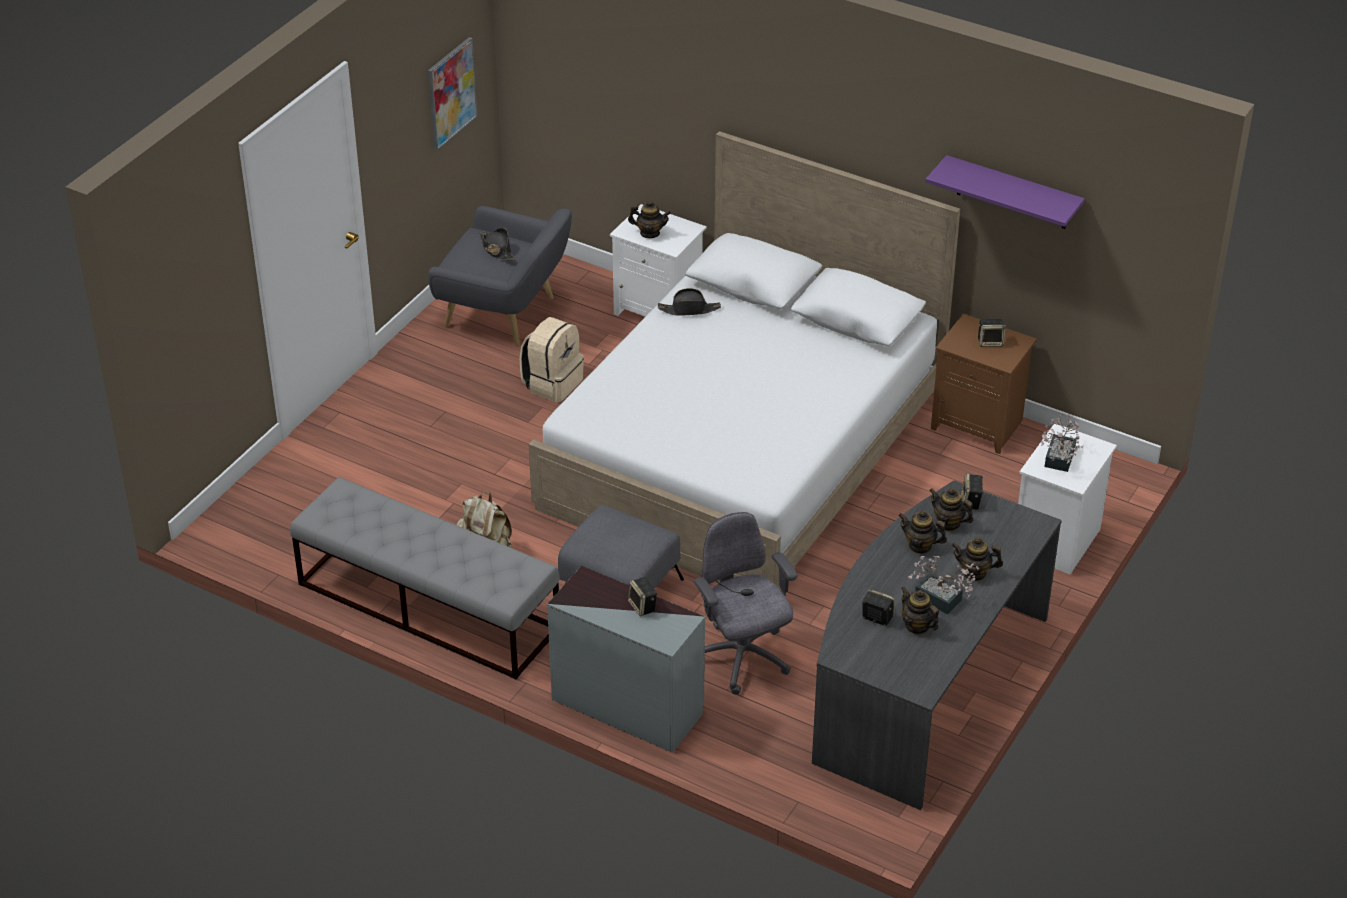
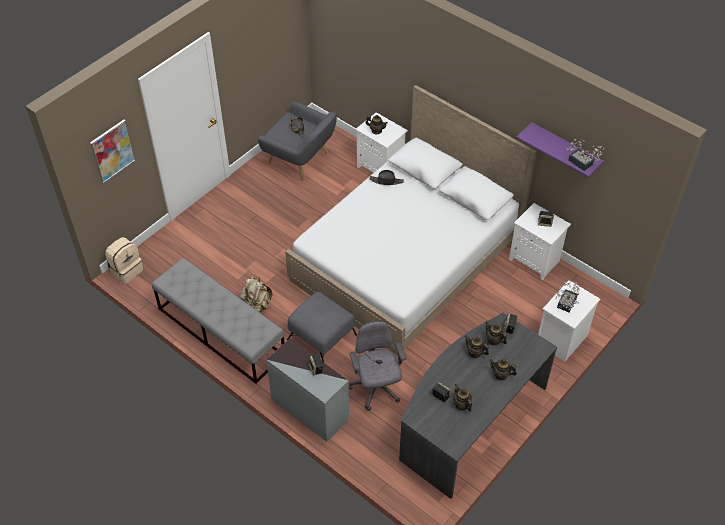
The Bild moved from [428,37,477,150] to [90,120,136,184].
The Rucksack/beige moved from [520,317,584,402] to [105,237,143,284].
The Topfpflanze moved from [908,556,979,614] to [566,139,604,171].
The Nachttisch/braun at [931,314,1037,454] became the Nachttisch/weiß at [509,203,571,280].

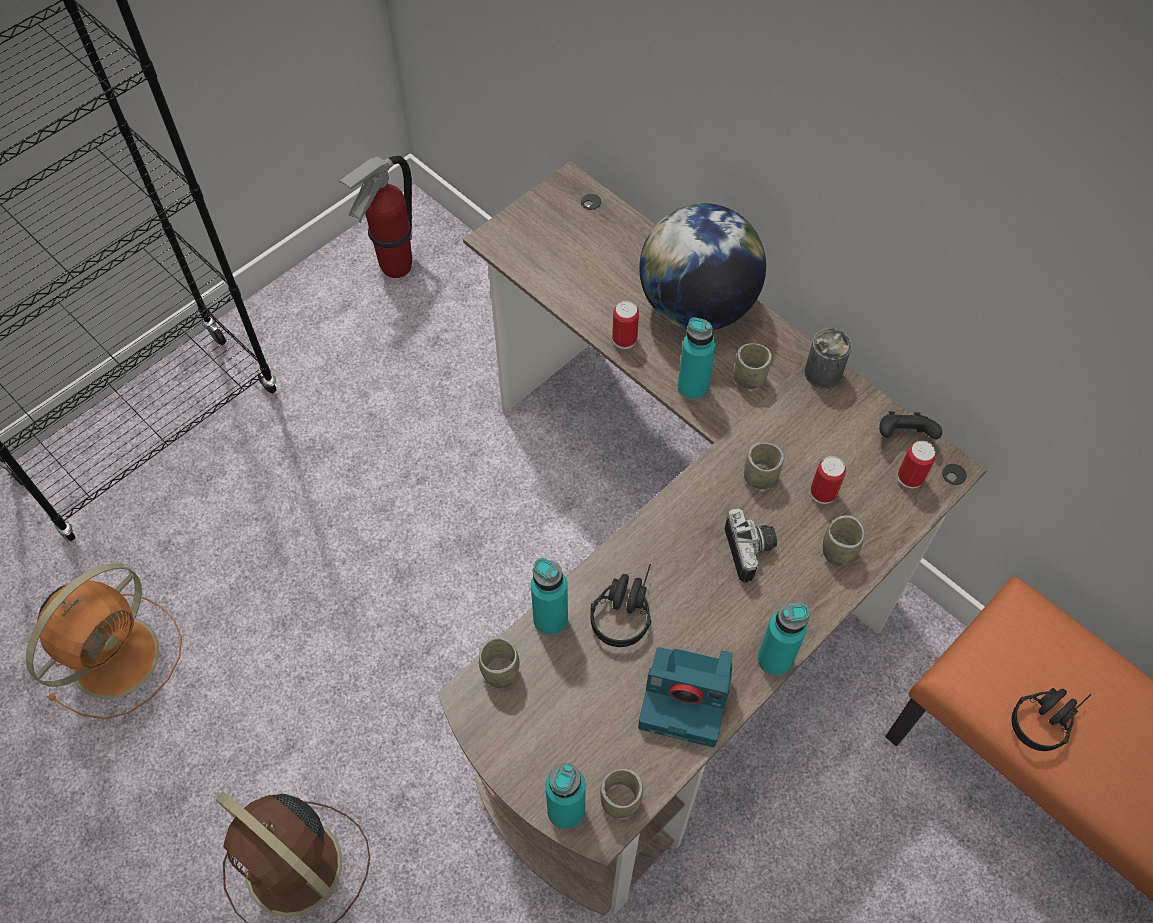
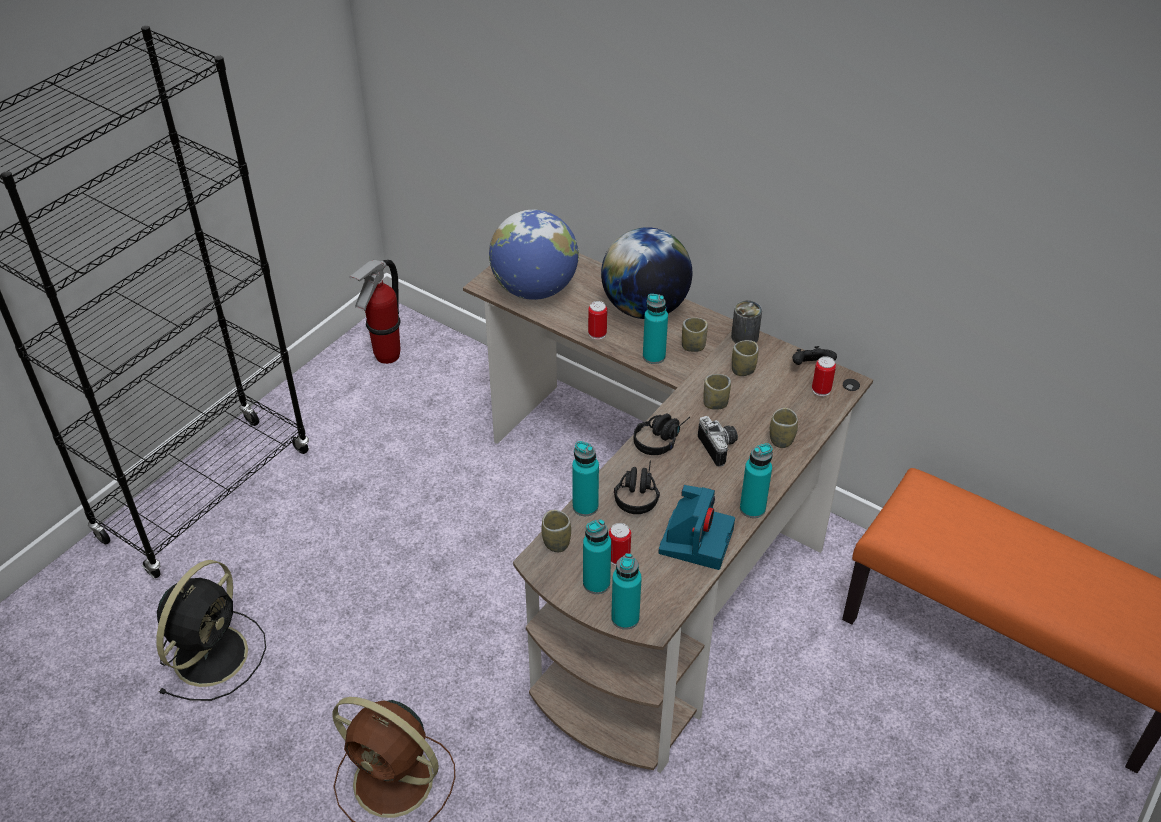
The Globus at [489,209,579,300] appeared.
The Flasche/türkis at [583,519,611,594] appeared.
The Tasse moved from [600,769,643,818] to [732,340,759,376].
The Dose moved from [811,456,846,504] to [609,523,631,566].
The Kopfhörer/schwarz moved from [1011,688,1092,751] to [634,414,690,455].
The Ventilator/orange at [26,563,182,719] became the Ventilator/schwarz at [157,560,266,701].
The Kamera at [638,647,733,747] turned 75 degrees counterclockwise.

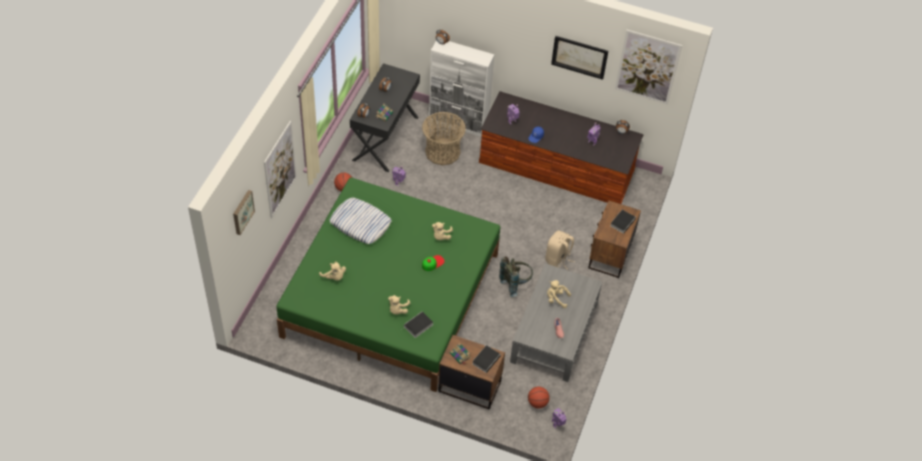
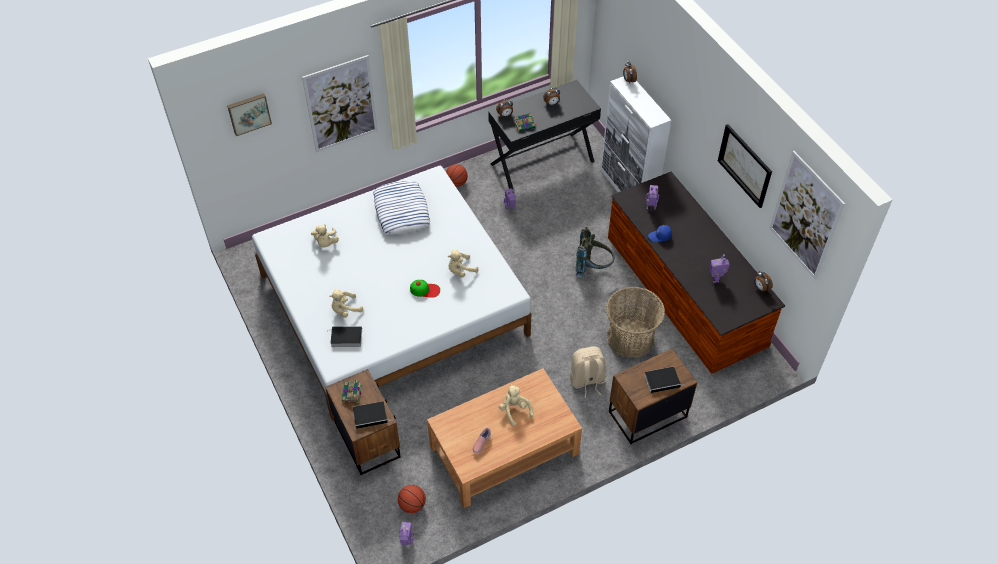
The Korb moved from [422,112,466,166] to [606,287,665,358].
The Rucksack/grau moved from [499,256,533,297] to [575,227,615,278].
The Bett/grün at [276,178,500,392] became the Bett/weiß at [252,166,531,421].
The Couchtisch/grau at [510,263,602,382] became the Couchtisch/braun at [427,368,582,508].

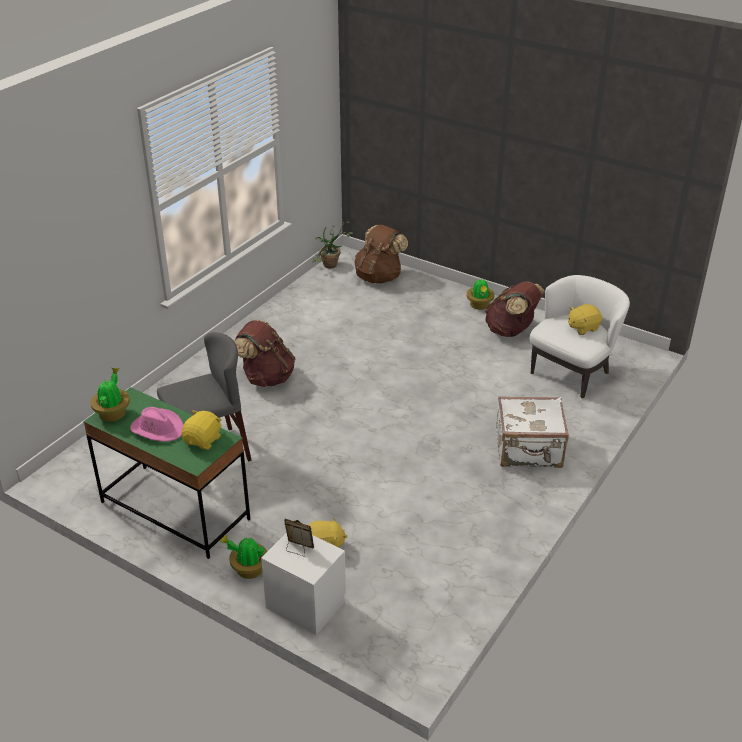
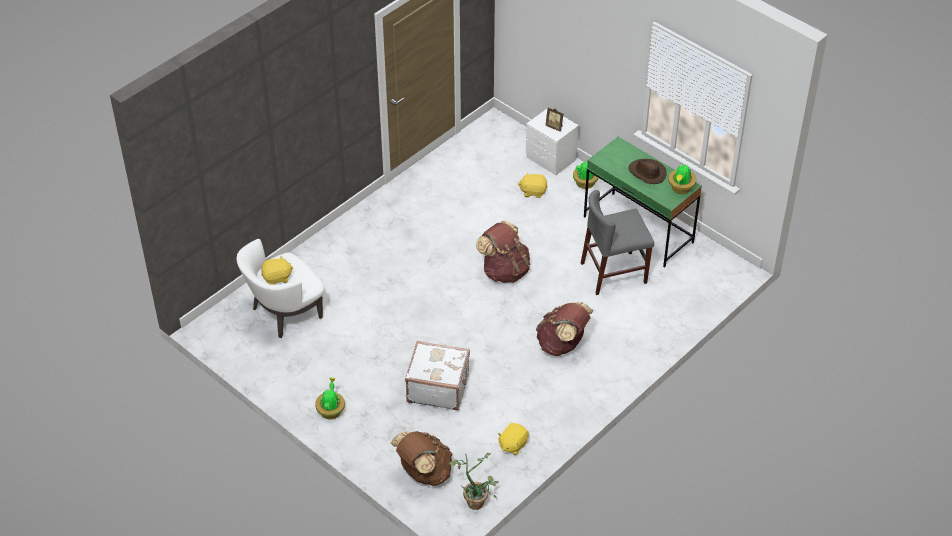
The Plüschtier/gelb moved from [181,410,222,450] to [498,423,529,455].
The Rucksack/braun moved from [485,281,545,337] to [476,221,530,283].
The Koffer/weiß moved from [496,396,569,468] to [405,341,470,410].
The Hut/rosa at [130,407,184,442] became the Hut/braun at [628,159,667,184].

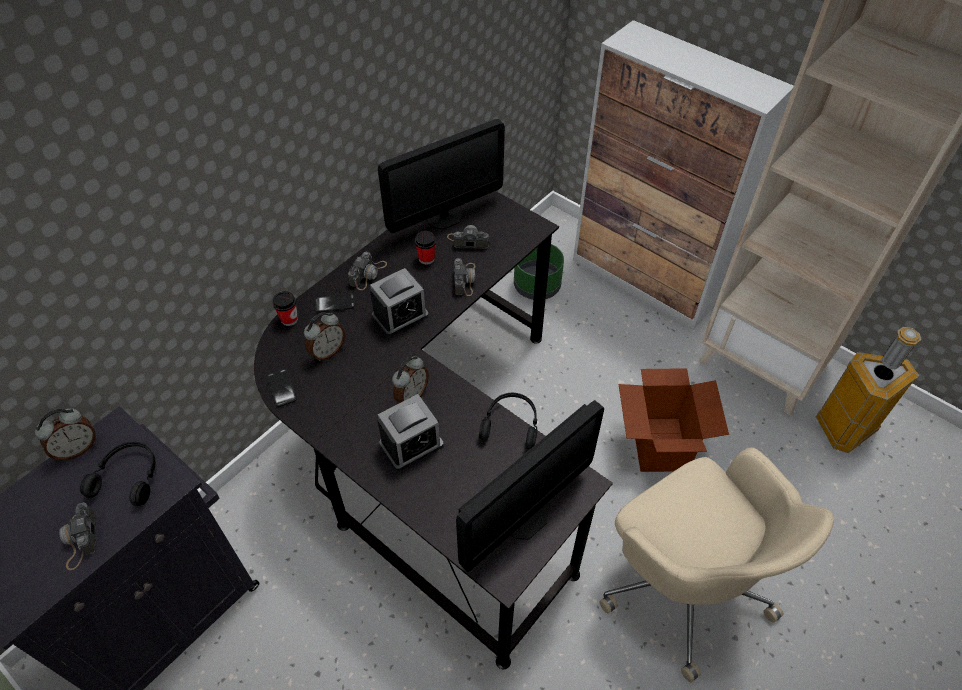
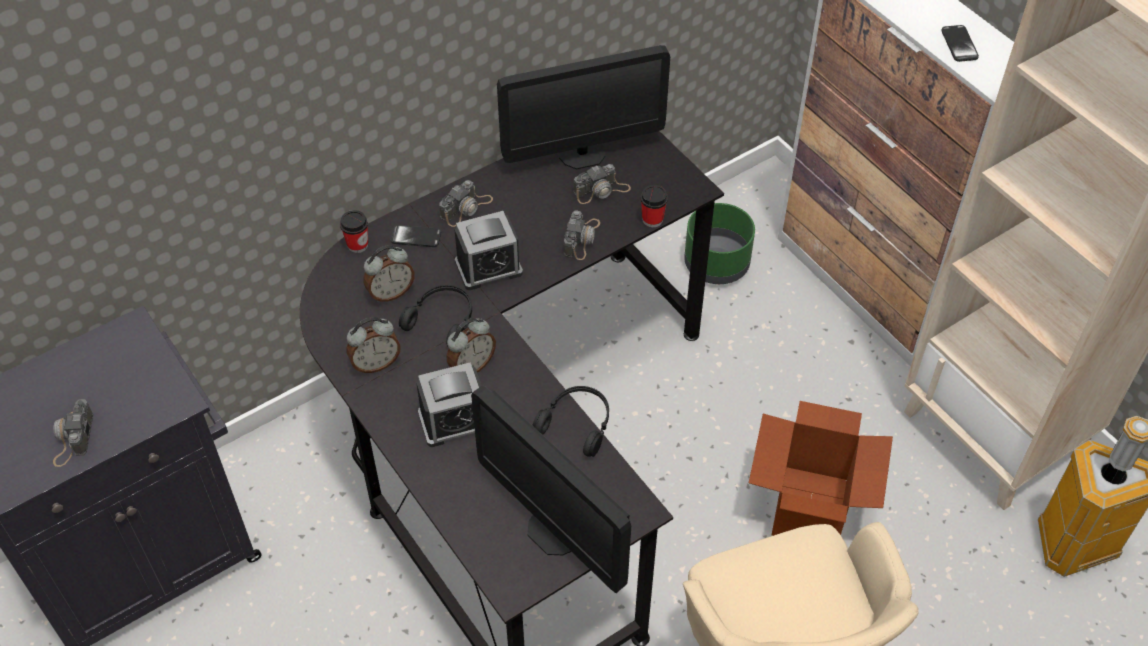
The Wecker moved from [35,408,96,460] to [347,317,400,373].
The Kopfhörer/schwarz moved from [80,442,155,506] to [399,285,472,346].
The Handy moved from [267,369,296,407] to [941,25,979,62].
The Tasse moved from [415,231,436,265] to [640,185,668,227].
The Kamera at [447,225,490,249] turned 135 degrees clockwise.
The Monitor at [456,400,604,572] turned 75 degrees clockwise.

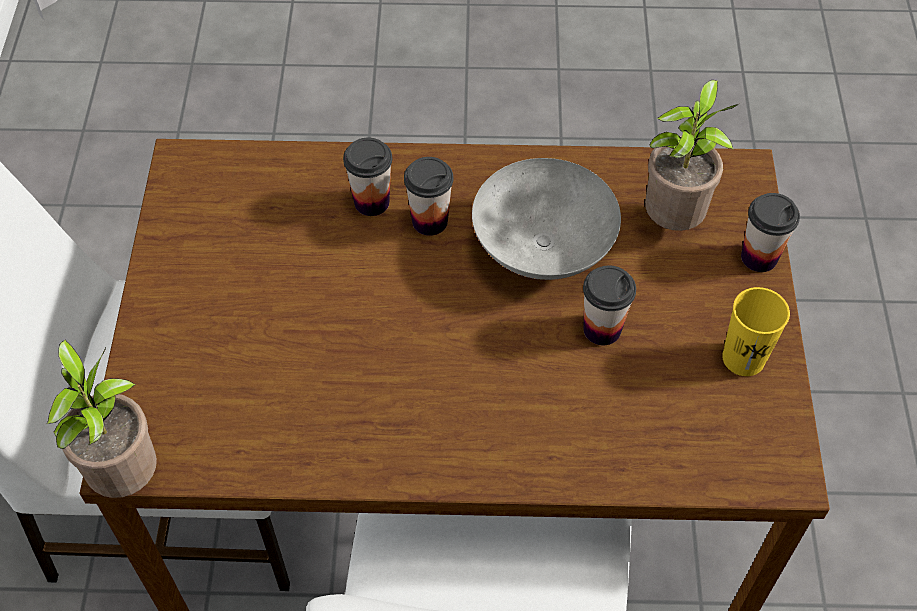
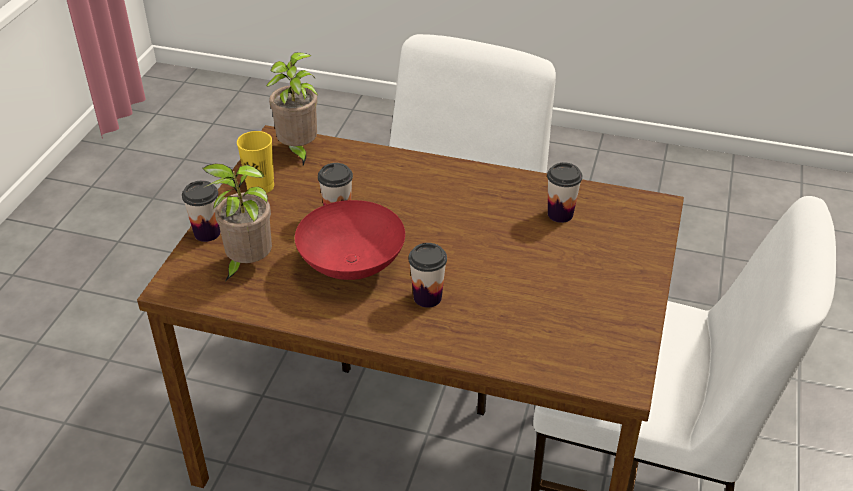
The Topfpflanze moved from [47,339,157,498] to [266,52,318,166].
The Tasse moved from [343,137,392,216] to [547,163,582,223].
The Schüssel/grau at [472,158,621,280] became the Schüssel/rot at [295,200,405,280].

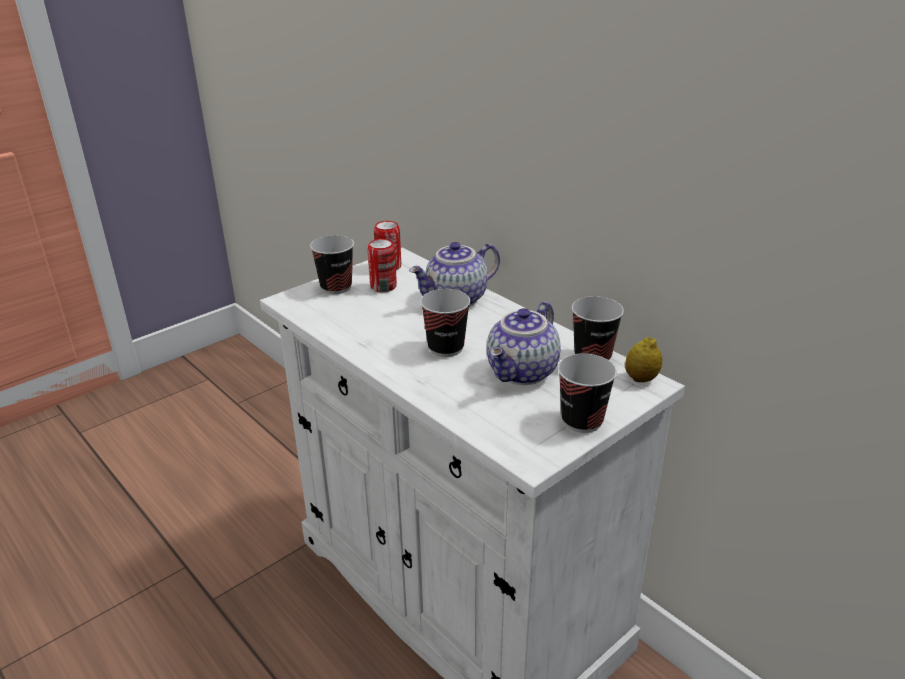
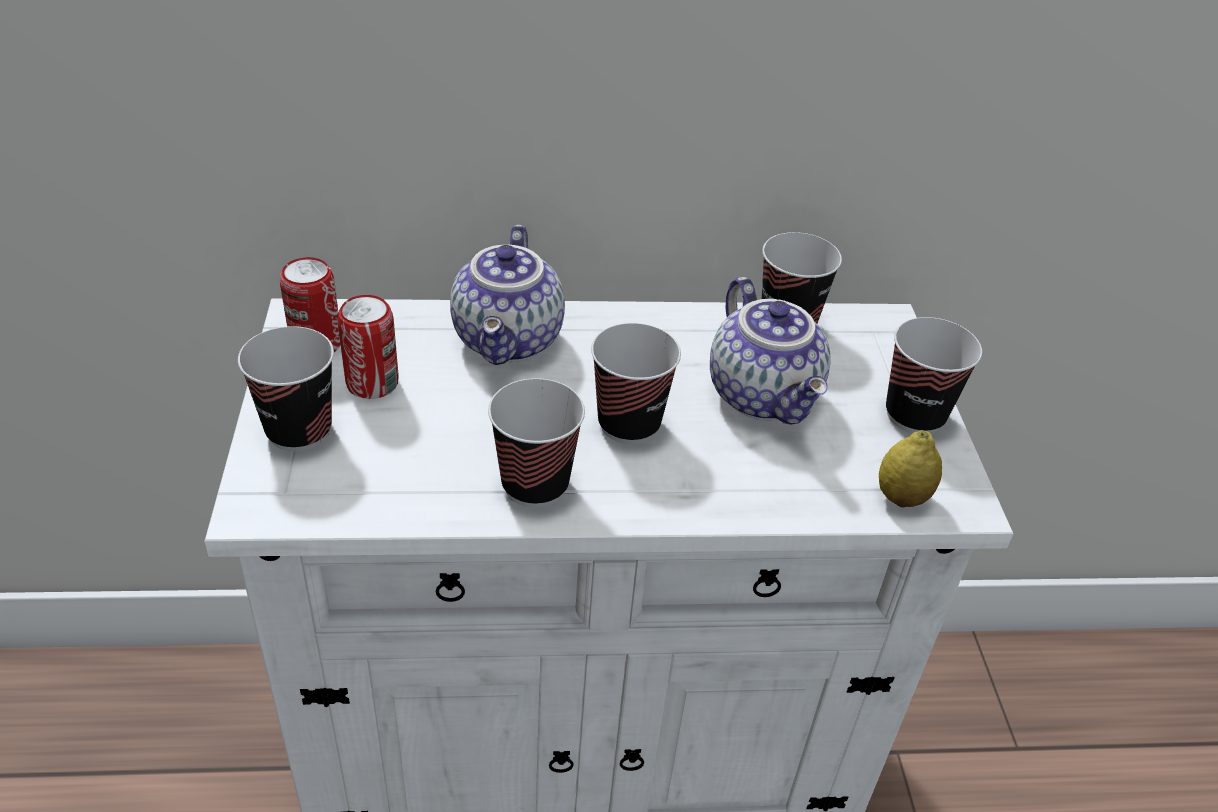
The Tasse at [488,378,585,507] appeared.
The Zitrone moved from [625,337,662,382] to [879,430,942,507].

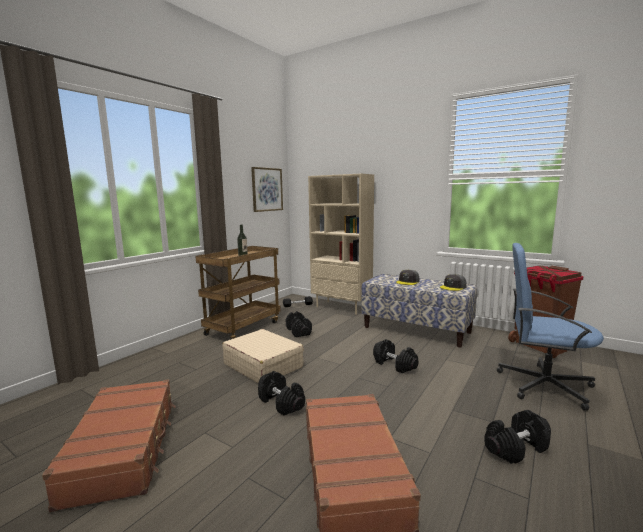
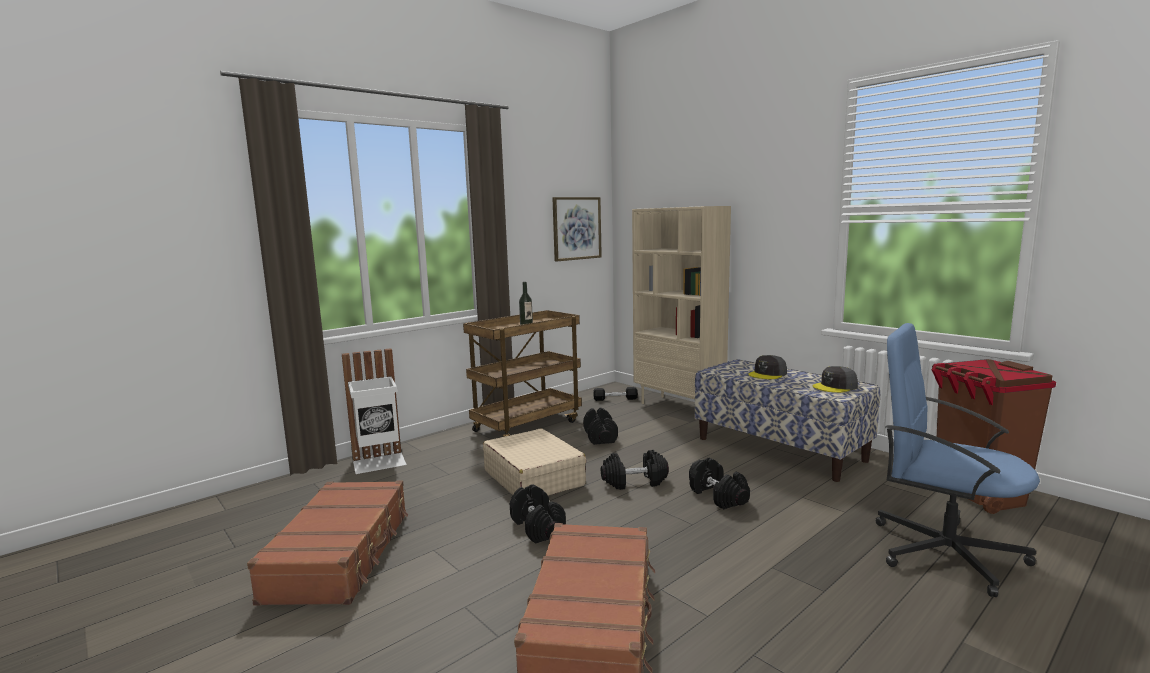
The Mülleimer/weiß at [342,348,407,474] appeared.
The Hantel/schwarz moved from [484,410,551,464] to [601,450,669,490].

